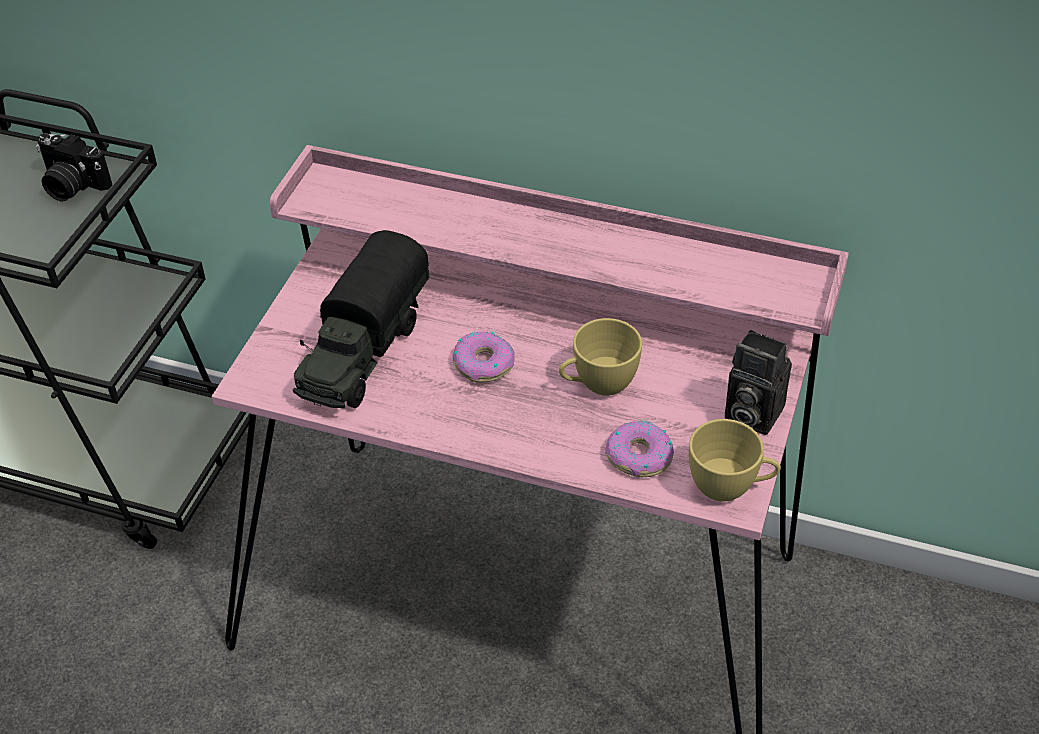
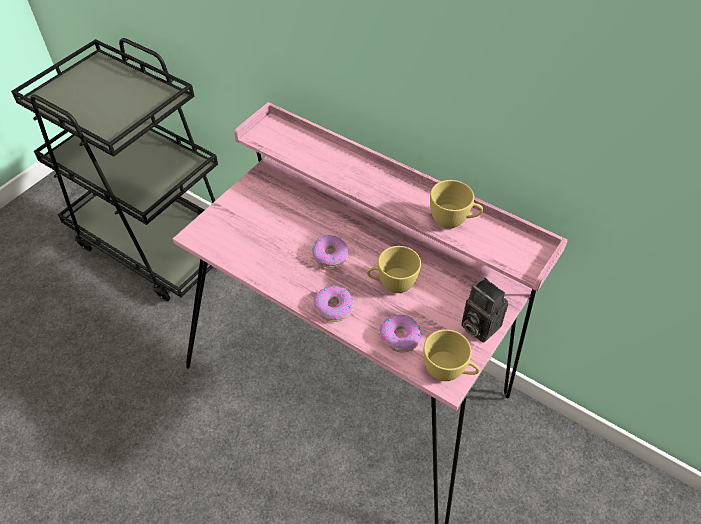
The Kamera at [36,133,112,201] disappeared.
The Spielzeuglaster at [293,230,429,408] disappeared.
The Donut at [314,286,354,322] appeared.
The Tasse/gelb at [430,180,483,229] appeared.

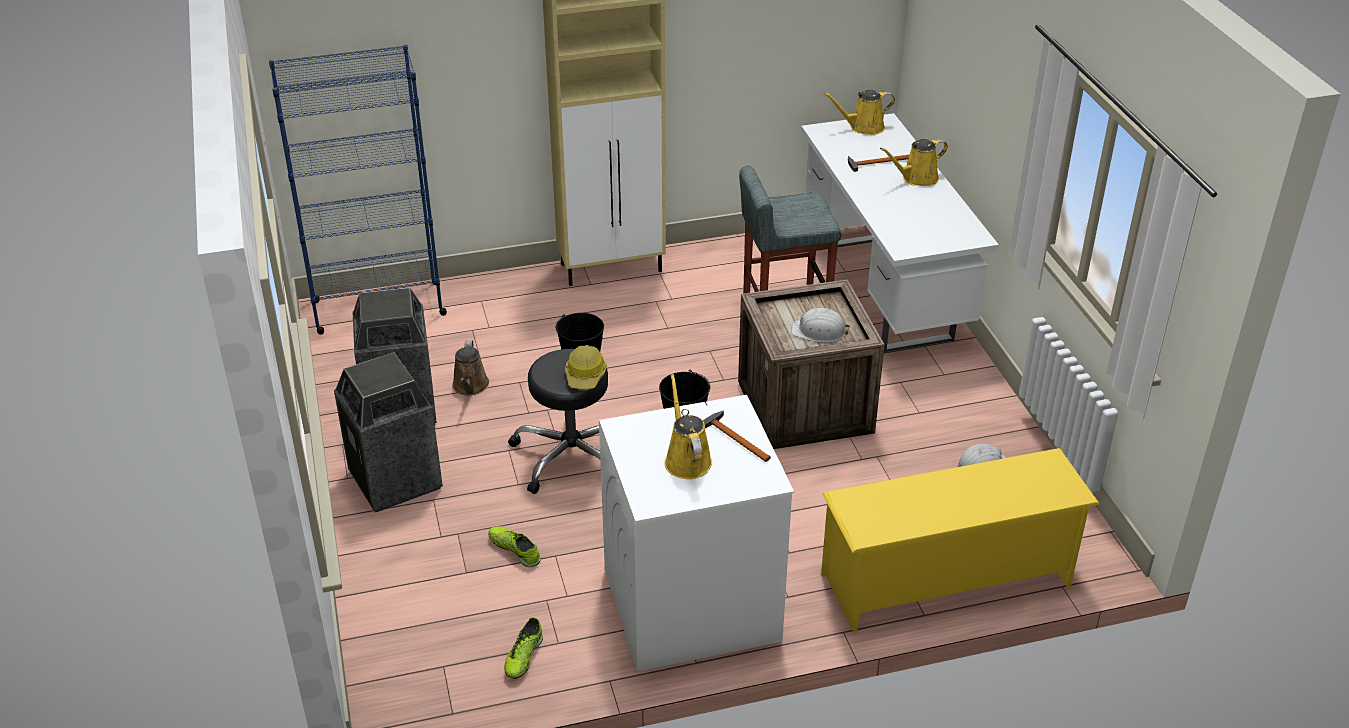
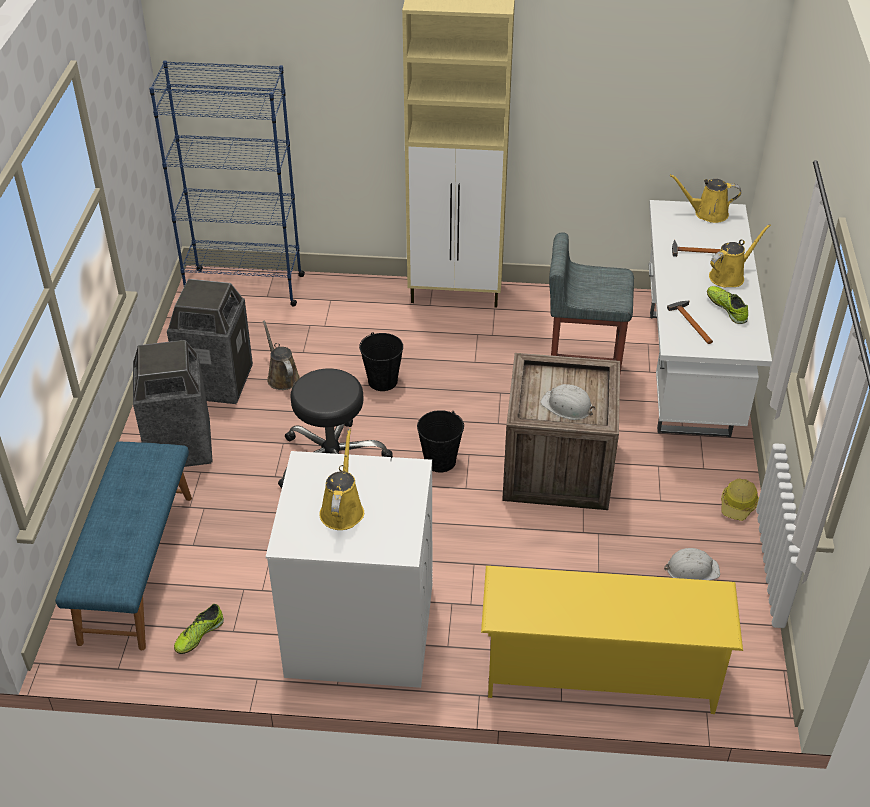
The Bank/blau at [55,442,192,650] appeared.
The Schuh moved from [488,526,540,567] to [707,286,748,324].
The Schutzhelm moved from [565,345,607,389] to [721,479,759,521].
The Hammer moved from [703,411,771,462] to [667,301,713,344].
The Gießkanne/braun at [452,340,489,395] turned 135 degrees clockwise.
The Gießkanne/gelb at [880,139,948,186] turned 150 degrees clockwise.

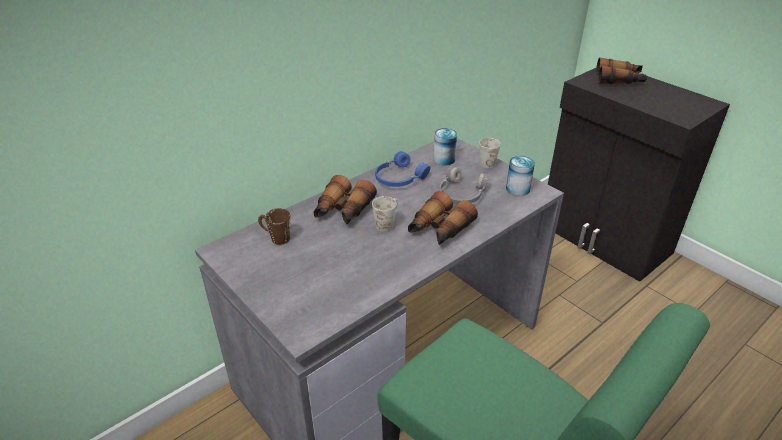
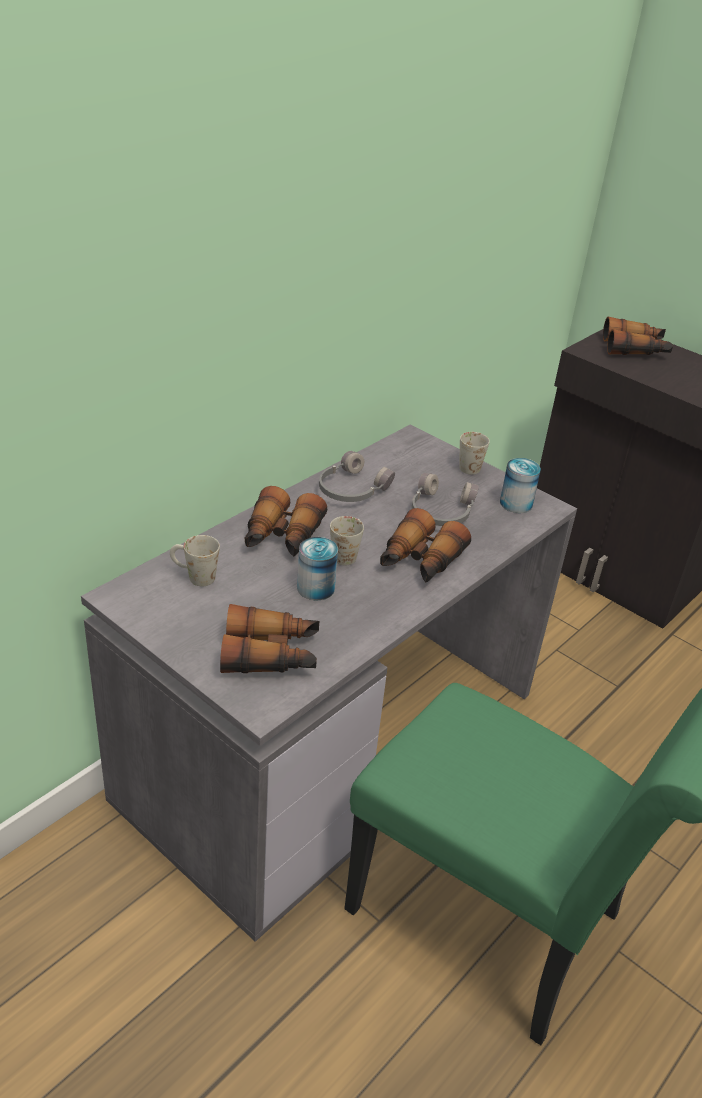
The Fernglas at [220,604,319,673] appeared.
The Dose moved from [433,128,457,166] to [297,537,338,600].
The Henkelbecher/braun at [258,208,290,245] became the Henkelbecher/weiß at [170,535,220,586].
The Kopfhörer/blau at [375,151,430,187] became the Kopfhörer/grau at [319,451,395,502].

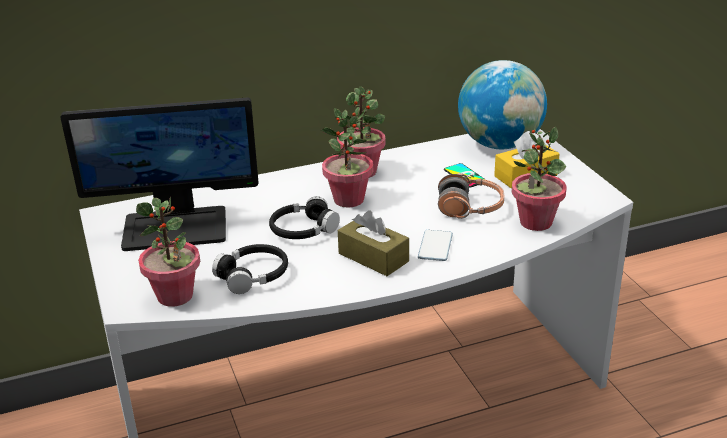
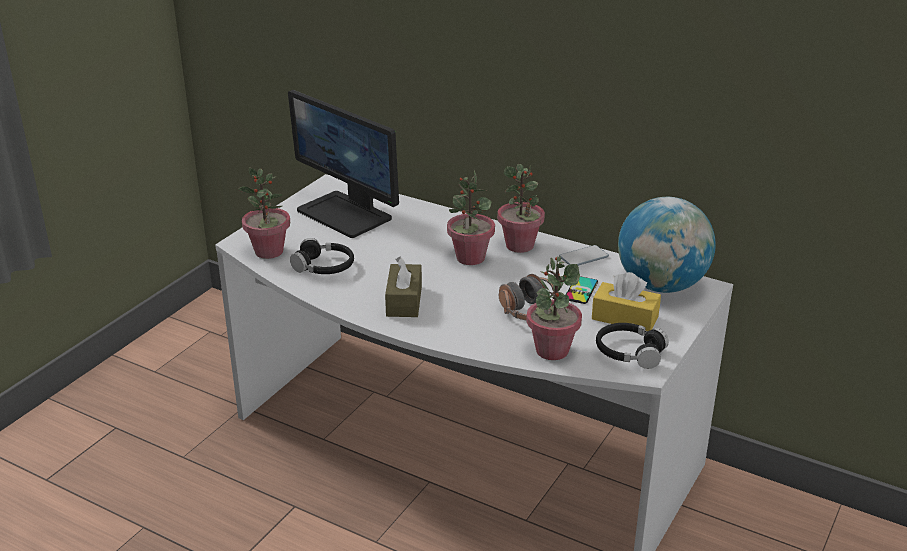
The Kopfhörer/schwarz moved from [269,196,340,239] to [596,323,669,369].
The Handy moved from [418,230,453,261] to [559,245,609,266].

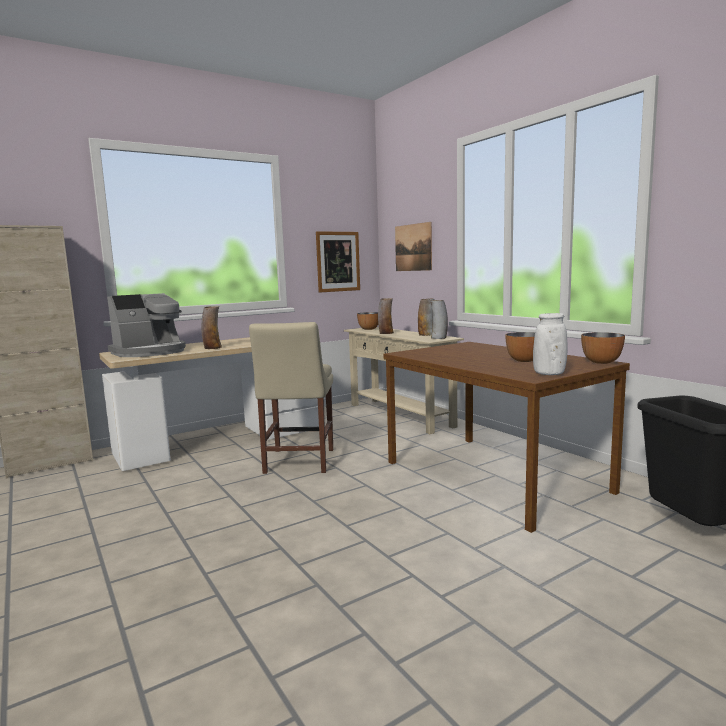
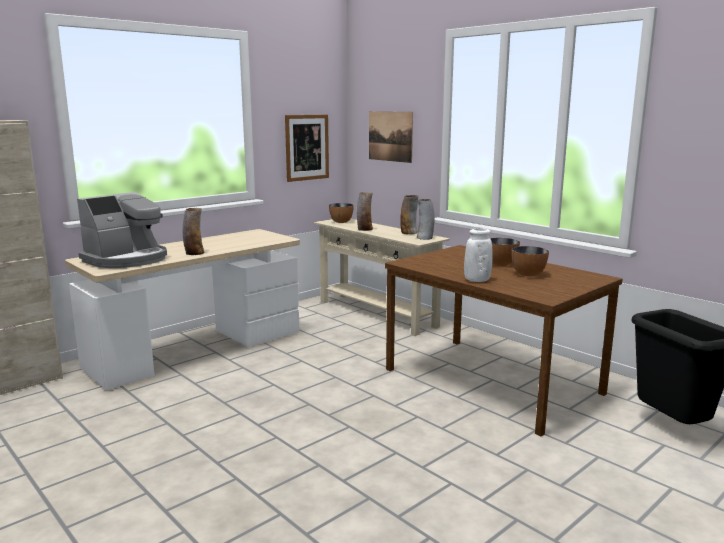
The Stuhl/beige at [249,322,333,474] disappeared.
The Vase/weiß moved from [533,313,568,375] to [464,228,493,282].
The Schüssel moved from [581,332,625,364] to [490,238,520,266].

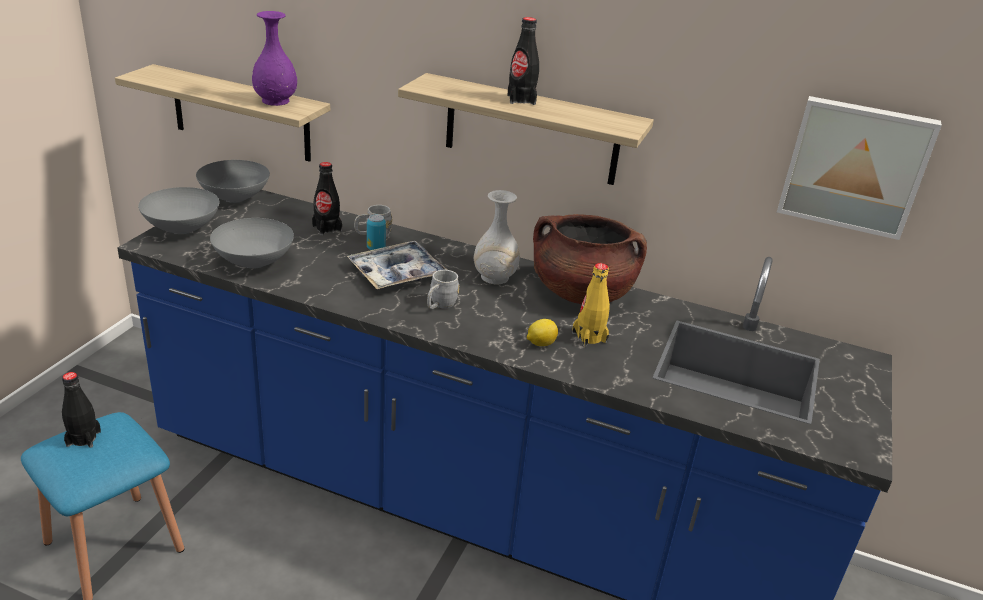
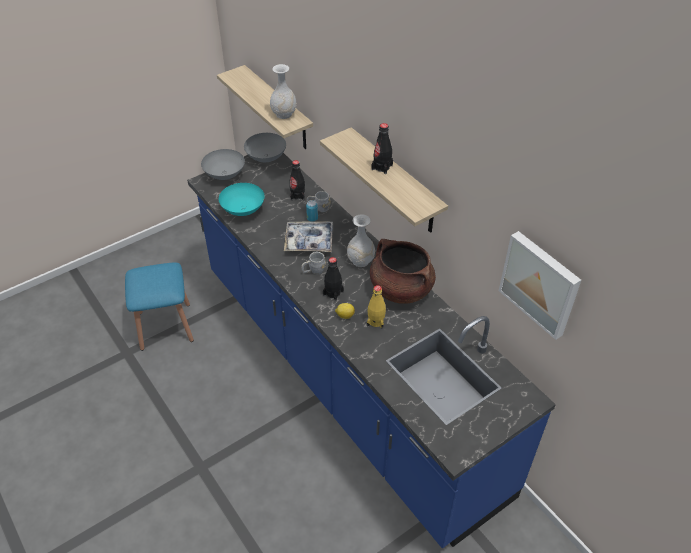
The Flasche/schwarz moved from [62,372,101,448] to [323,257,344,301].
The Schüssel/grau at [210,218,294,269] became the Schüssel/türkis at [219,183,265,216].
The Vase/lila at [252,11,297,106] became the Vase/weiß at [270,64,297,119].

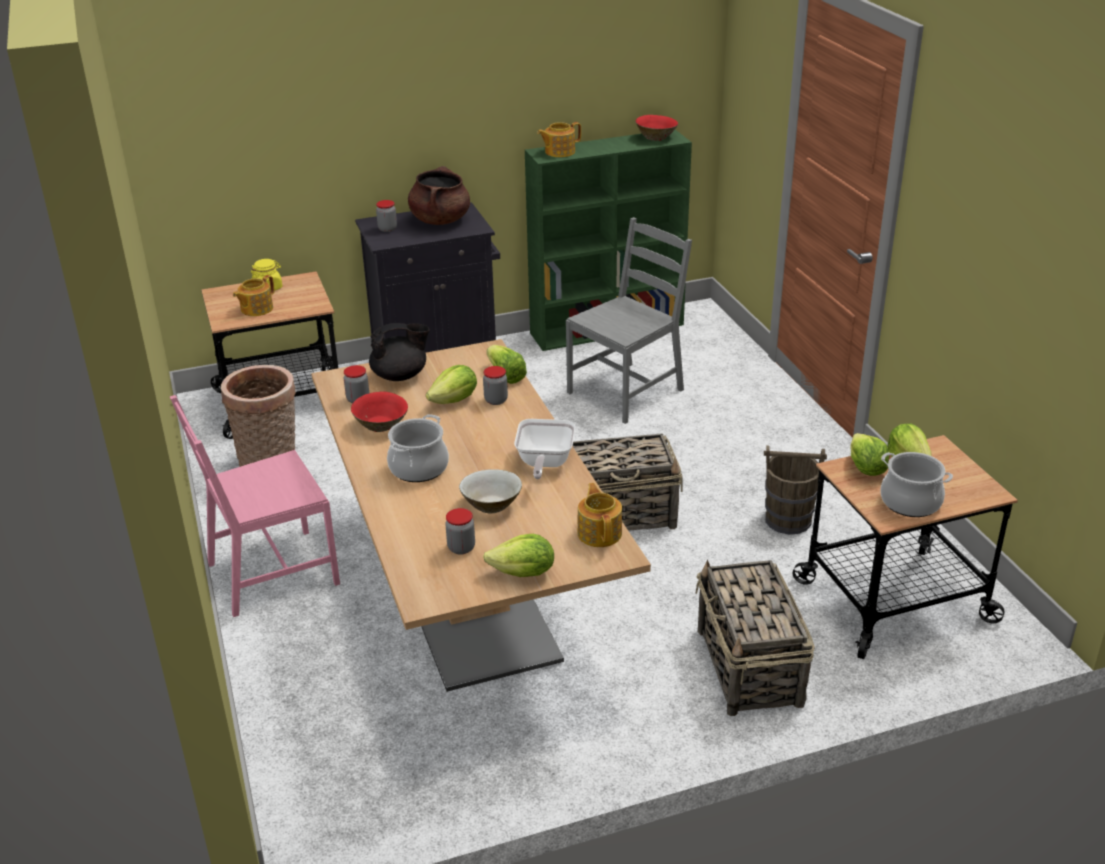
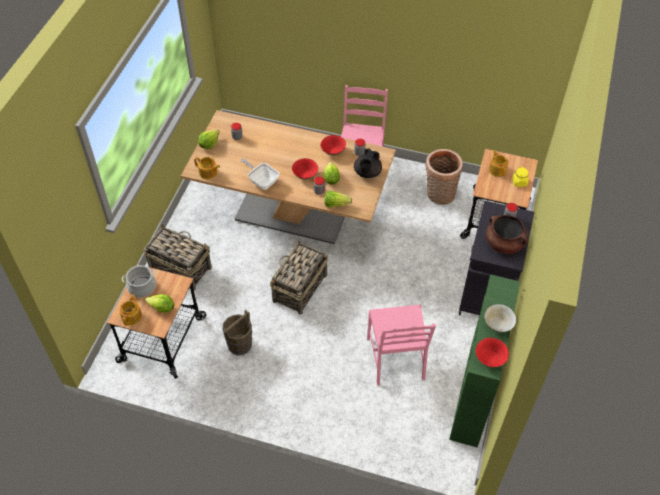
The Kochtopf at [387,414,449,482] disappeared.
The Salatkopf at [850,433,889,476] disappeared.
The Schüssel/rot at [292,158,318,180] appeared.
The Schüssel/beige moved from [459,469,522,513] to [484,304,516,332].
The Teekanne moved from [537,122,581,157] to [119,294,142,326].
The Stuhl/grau at [566,217,692,424] became the Stuhl/rosa at [367,305,436,385].

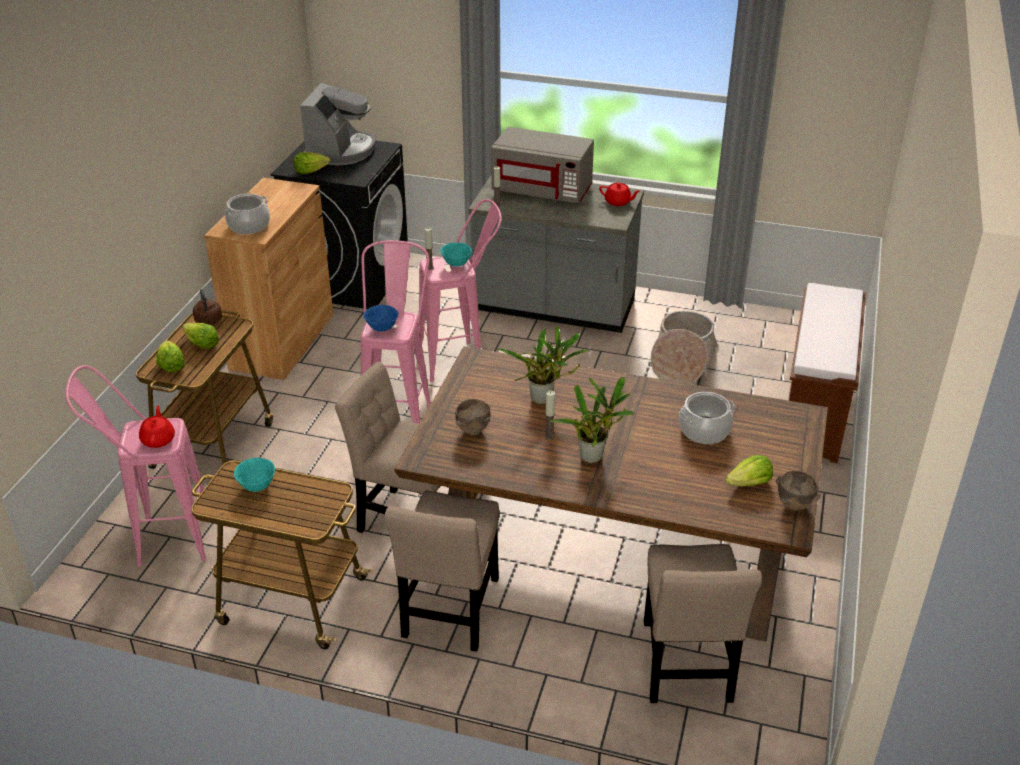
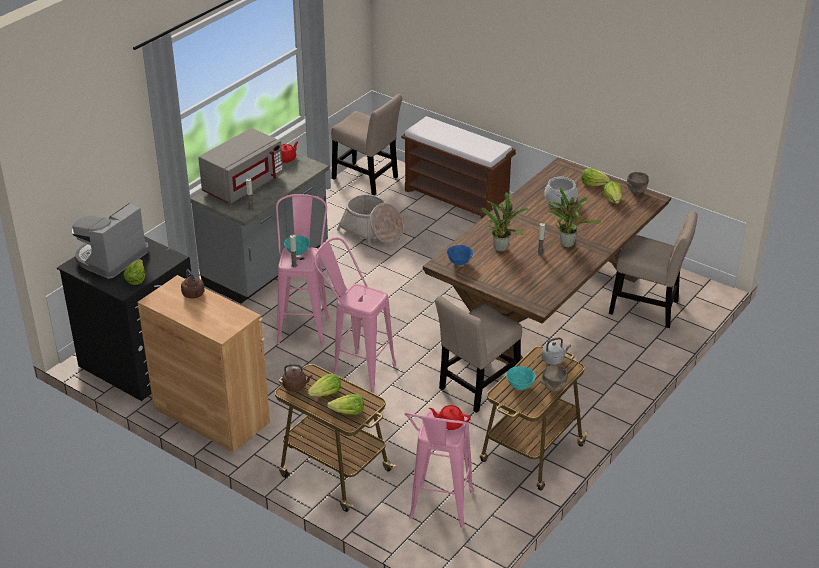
The Kochtopf at [224,194,270,234] disappeared.
The Wasserkessel/braun at [181,269,204,299] appeared.
The Wasserkessel/grau at [541,337,571,365] appeared.
The Salatkopf at [581,168,611,186] appeared.
The Schüssel/blau moved from [364,305,398,332] to [447,245,473,266].
The Stuhl/beige moved from [385,491,499,652] to [331,94,402,195].
The Schüssel/braun moved from [455,399,490,435] to [540,365,568,392].
The Kaffeemaschine at [300,83,376,166] turned 90 degrees counterclockwise.

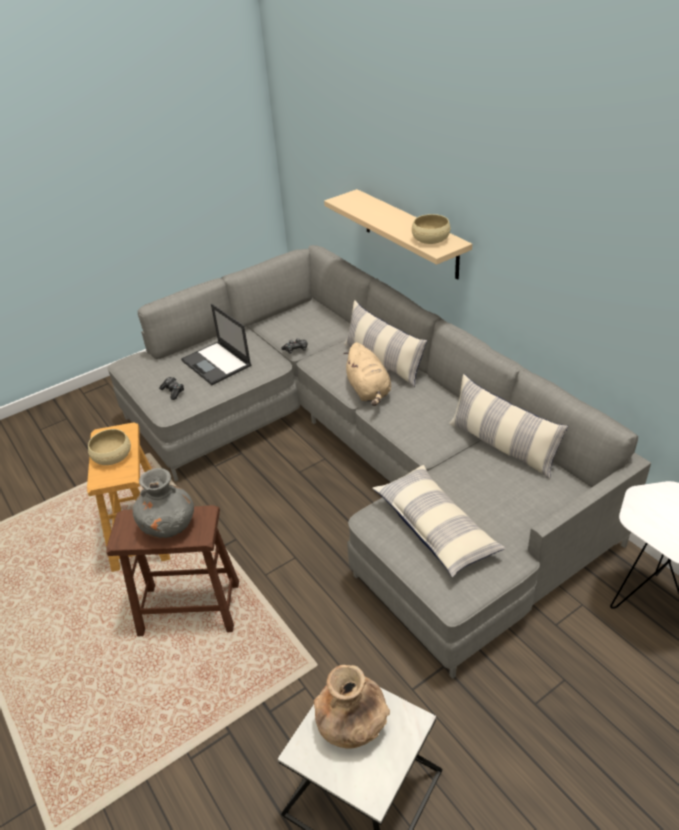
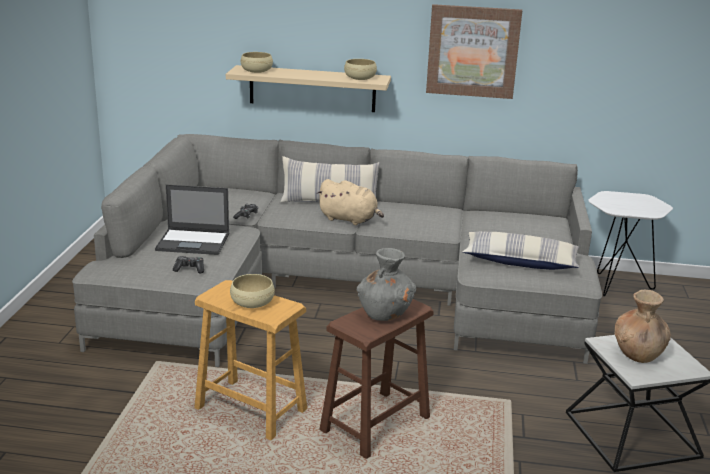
The Kissen at [449,374,568,479] disappeared.
The Schüssel/beige at [241,52,273,73] appeared.
The Bild at [426,4,522,99] appeared.

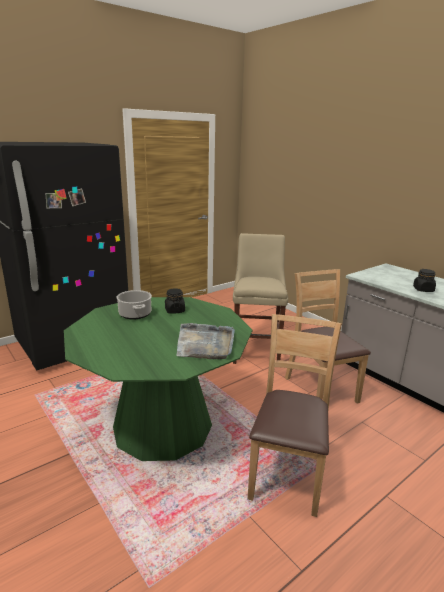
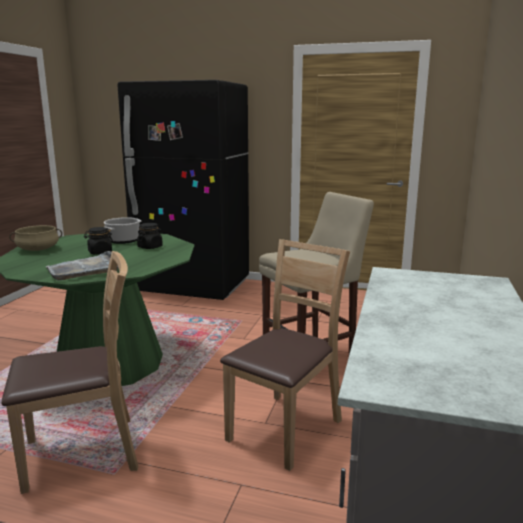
The Kochtopf/beige at [9,225,62,251] appeared.
The Vorratsglas/schwarz moved from [413,269,436,292] to [84,227,113,254].

